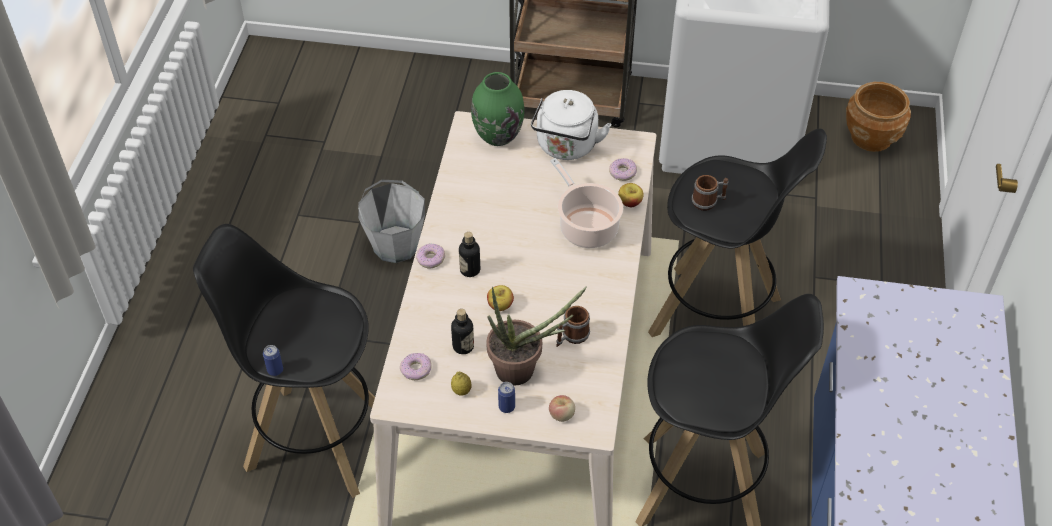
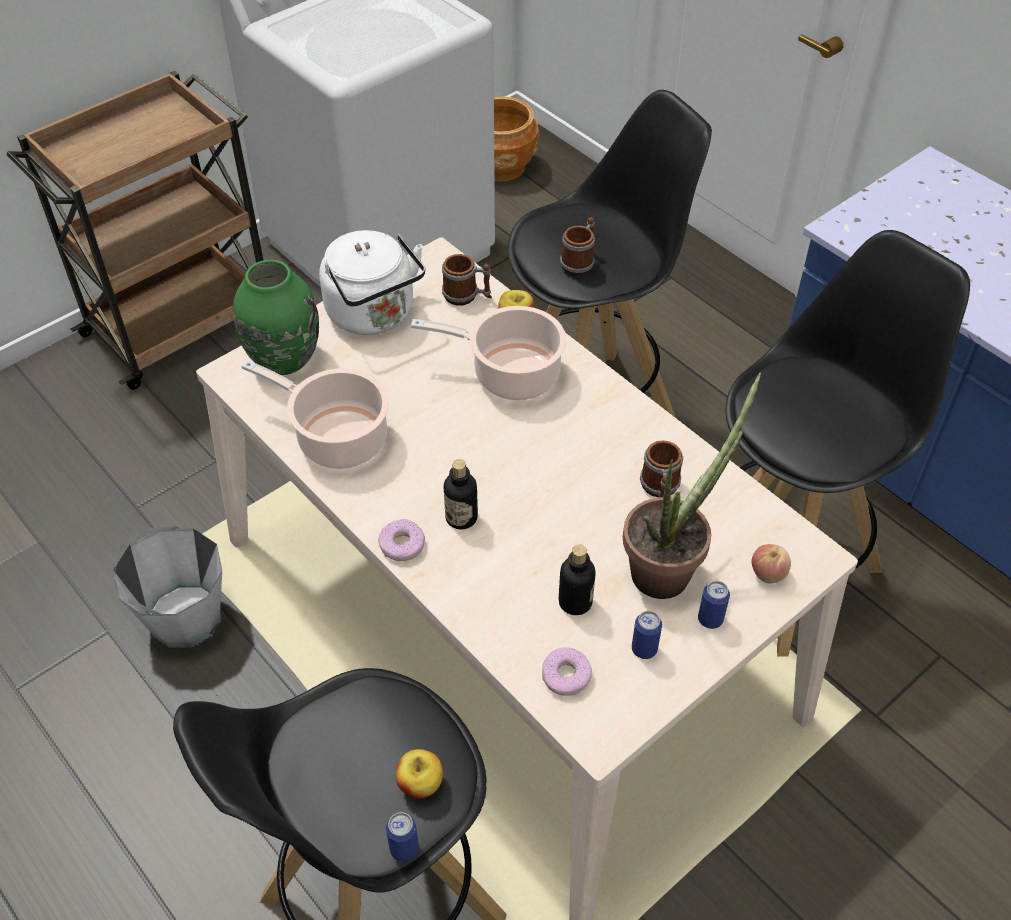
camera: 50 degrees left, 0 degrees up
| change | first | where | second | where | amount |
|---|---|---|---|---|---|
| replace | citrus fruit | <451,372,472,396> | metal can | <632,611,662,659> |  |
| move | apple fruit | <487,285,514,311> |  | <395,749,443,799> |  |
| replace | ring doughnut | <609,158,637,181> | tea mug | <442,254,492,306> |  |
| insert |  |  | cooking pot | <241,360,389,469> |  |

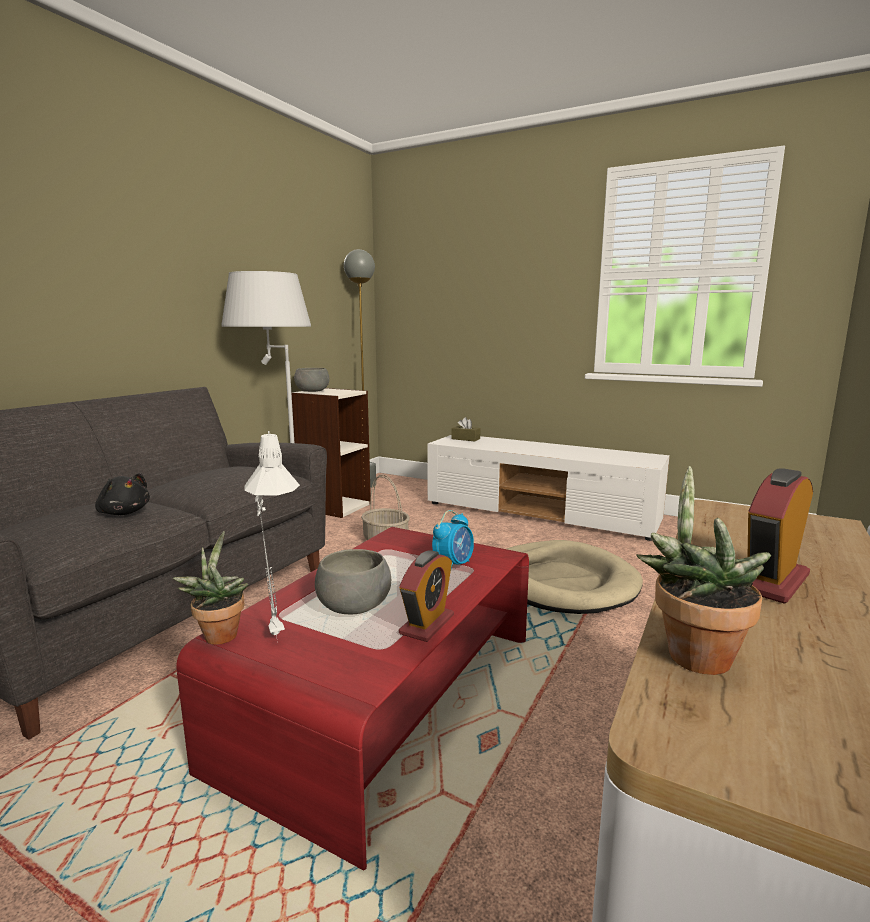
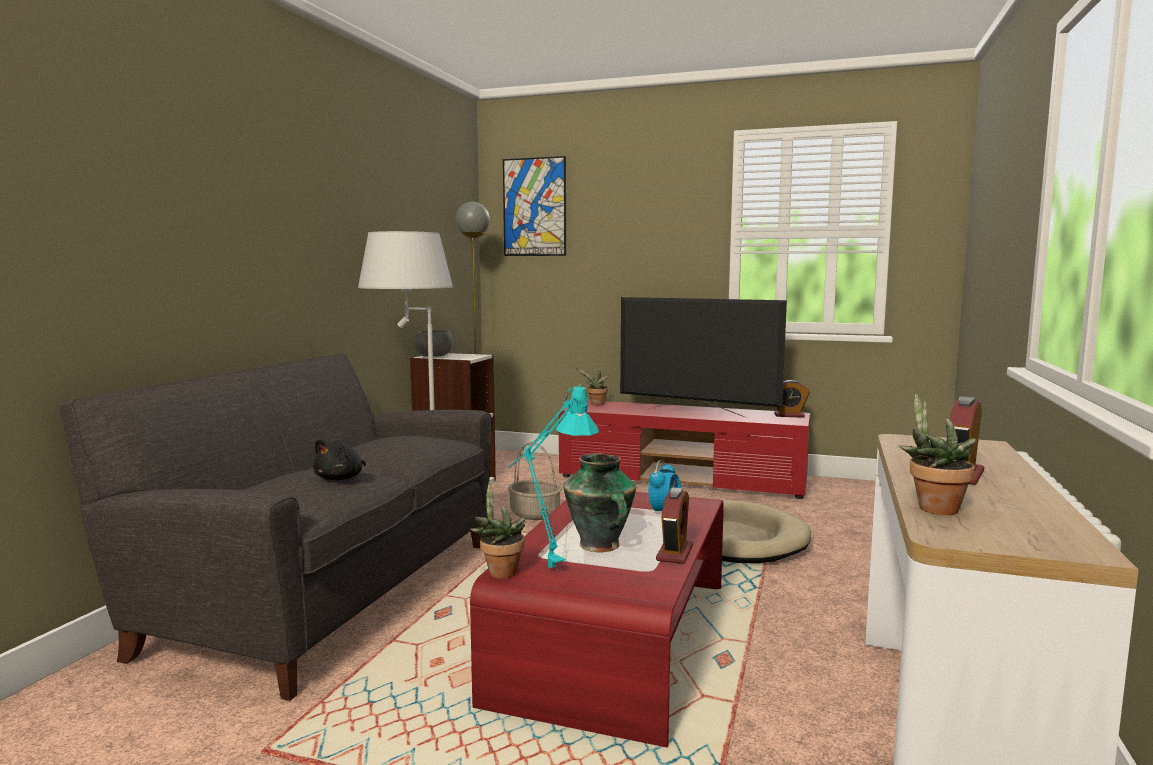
camera: 10 degrees left, 5 degrees down
| change | first | where | second | where | amount |
|---|---|---|---|---|---|
| rotate | cuddly toy in black | <95,473,150,515> |  | <313,439,366,480> | 90 degrees clockwise |
| recolor | table lamp in whitish | <244,431,300,636> | table lamp in blue-green | <509,384,599,570> |  |
| replace | bowl in grey | <315,549,391,614> | flower vase | <563,453,636,552> |  |
| recolor | media console in whitish | <427,435,670,541> | media console in red-coloured | <559,400,810,499> |  |
| replace | box of tissues in brownish | <451,417,480,441> | potted plant | <576,368,610,405> |  |
| insert |  |  | wall art | <503,156,566,256> |  |
| insert |  |  | TV | <620,297,787,418> |  |
| insert |  |  | bedside clock | <774,380,810,418> |  |

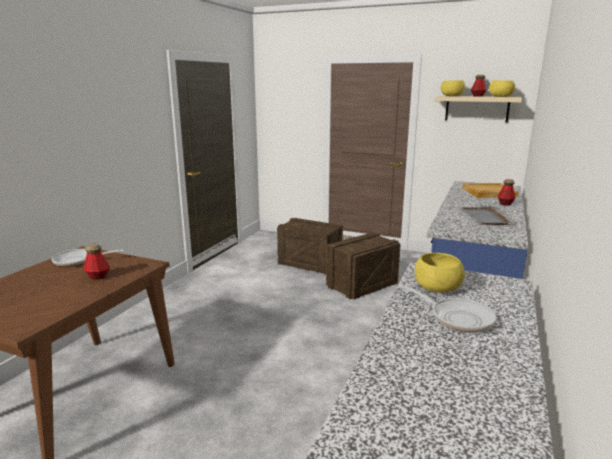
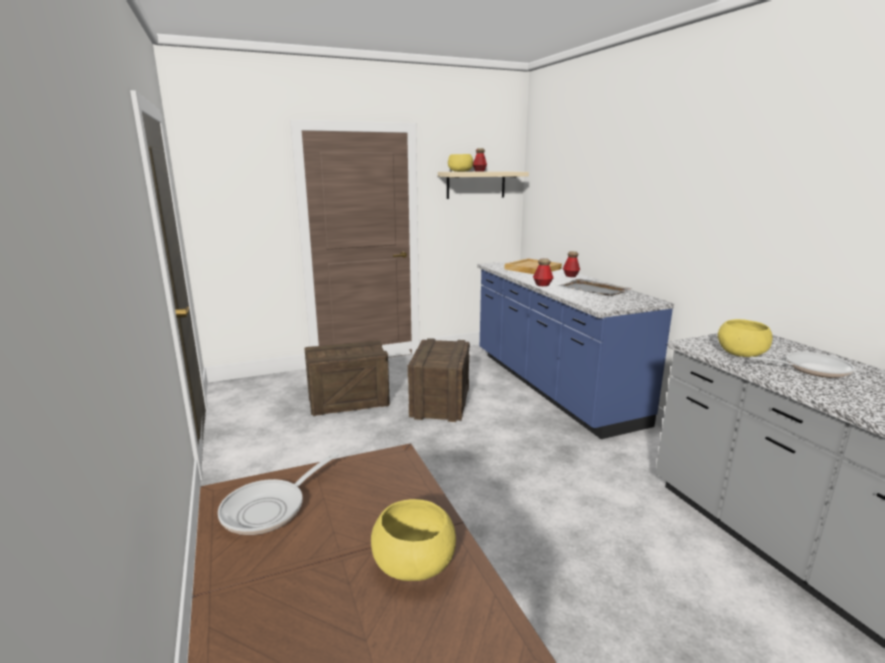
camera: 45 degrees left, 0 degrees up
| change | first | where | second | where | amount |
|---|---|---|---|---|---|
| move | bottle | <83,244,110,280> |  | <533,258,553,286> |  |
| move | bowl in yellow | <489,80,515,97> |  | <371,499,456,581> |  |

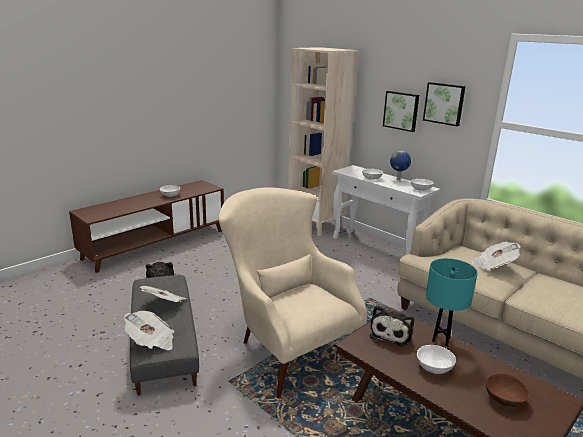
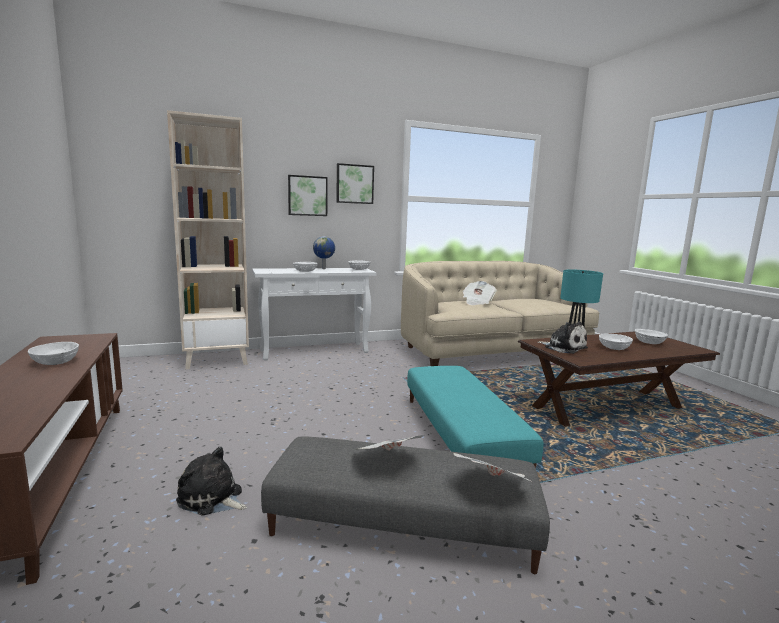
camera: 65 degrees left, 10 degrees down
| change | first | where | second | where | amount |
|---|---|---|---|---|---|
| replace | armchair in beige | <218,187,367,399> | pouffe in blue-green | <407,366,544,468> |  |
| recolor | bowl in brownish | <486,373,530,407> | bowl in whitish | <635,329,668,344> |  |

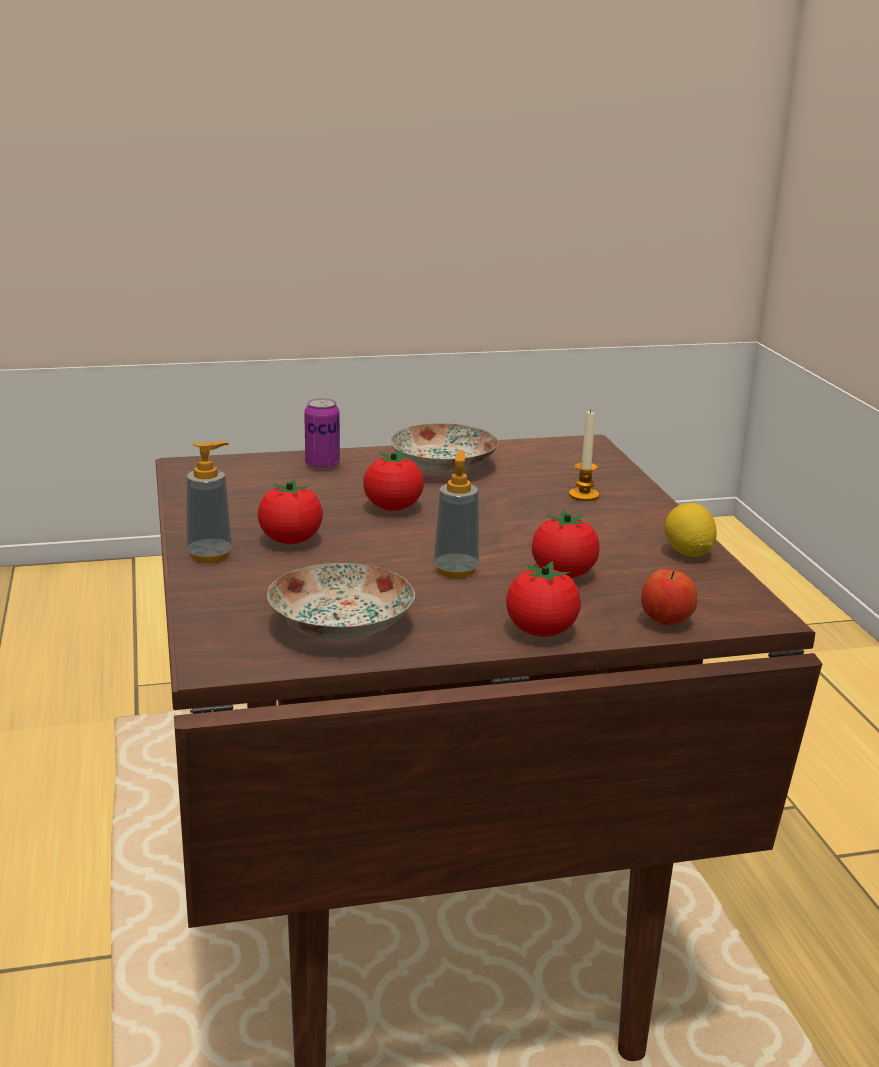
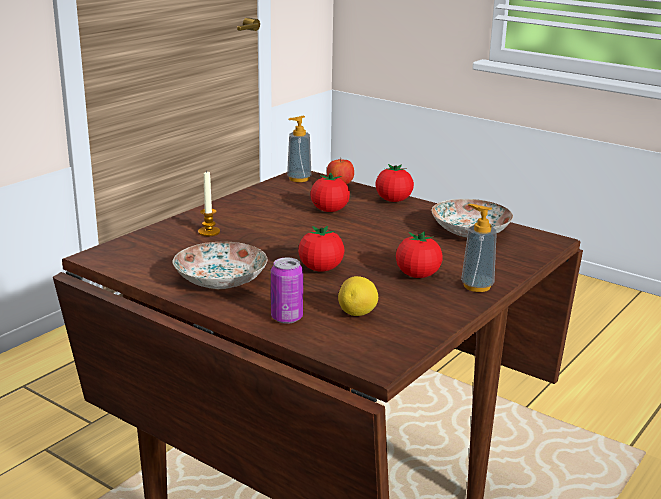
camera: 130 degrees left, 0 degrees up
| change | first | where | second | where | amount |
|---|---|---|---|---|---|
| move | liquid soap bottle | <433,450,480,578> |  | <287,116,311,182> |  |
| move | citrus fruit | <664,503,717,557> |  | <338,276,378,316> |  |

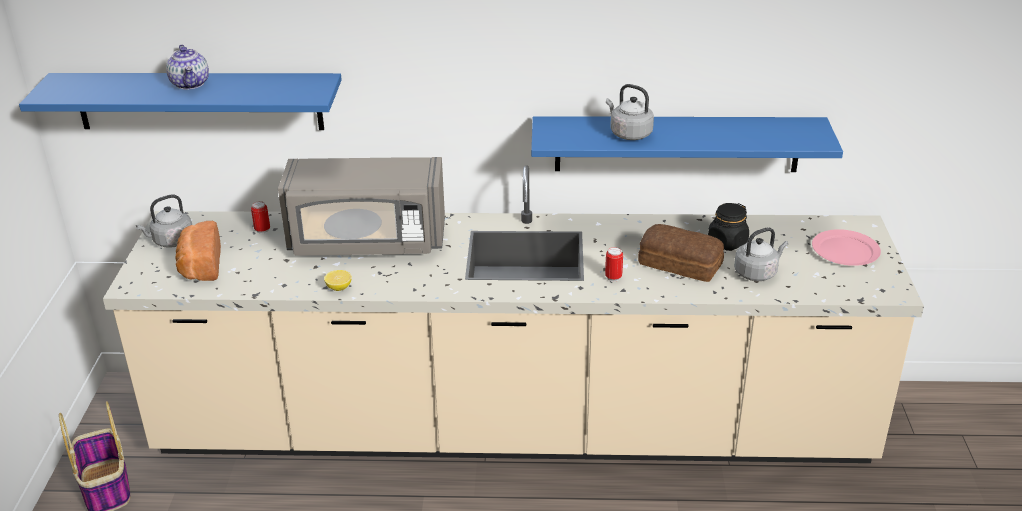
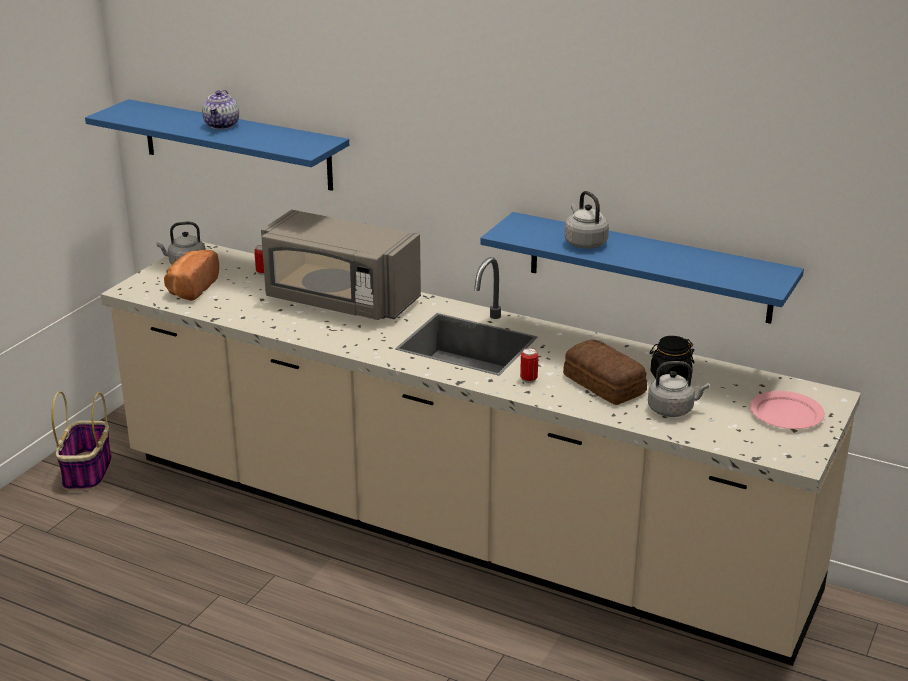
camera: 25 degrees right, 5 degrees down
| change | first | where | second | where | amount |
|---|---|---|---|---|---|
| delete | citrus fruit | <324,270,352,291> |  |  |  |

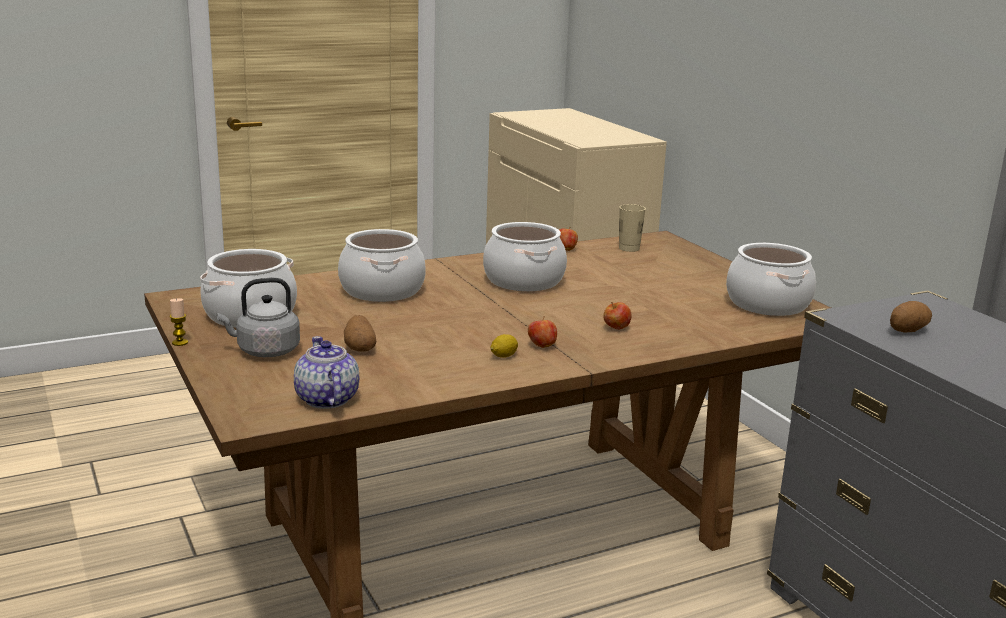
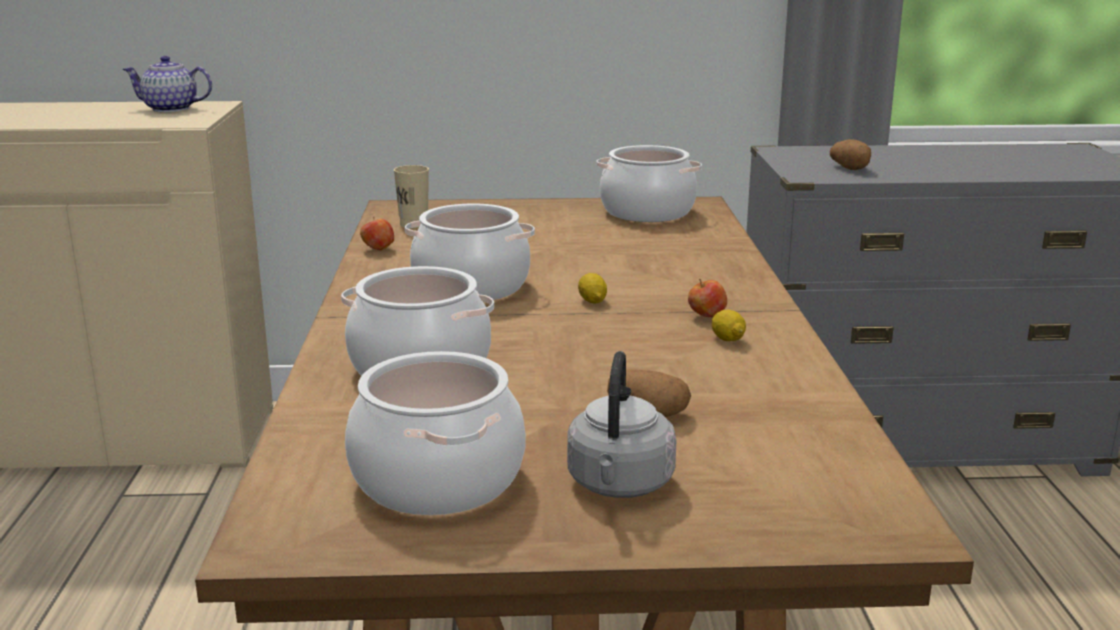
camera: 65 degrees left, 0 degrees up
| change | first | where | second | where | amount |
|---|---|---|---|---|---|
| delete | candle | <170,298,188,346> |  |  |  |
| move | teapot | <294,336,359,409> |  | <123,56,212,112> |  |
| delete | apple fruit | <603,302,632,329> |  |  |  |
| insert |  |  | citrus fruit | <578,273,607,304> |  |

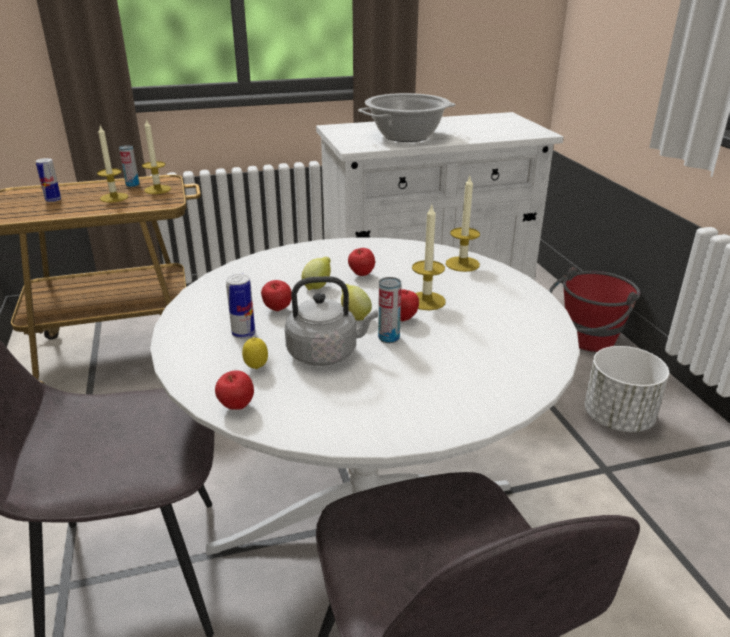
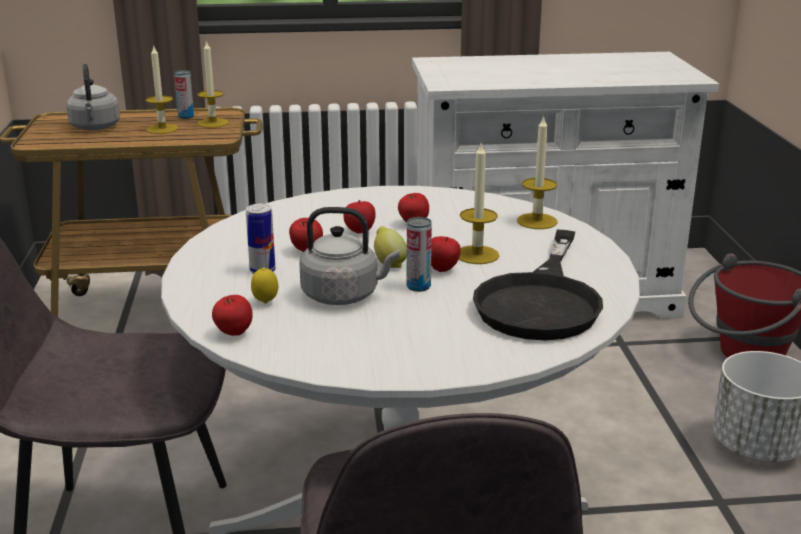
camera: 10 degrees right, 5 degrees down
| change | first | where | second | where | amount |
|---|---|---|---|---|---|
| replace | metal can | <36,158,61,202> | kettle in grey | <66,64,120,130> |  |
| replace | citrus fruit | <301,257,331,290> | apple fruit | <343,200,376,234> |  |
| delete | cooking pot | <358,93,455,142> |  |  |  |
| insert |  |  | pan in black | <473,230,603,341> |  |

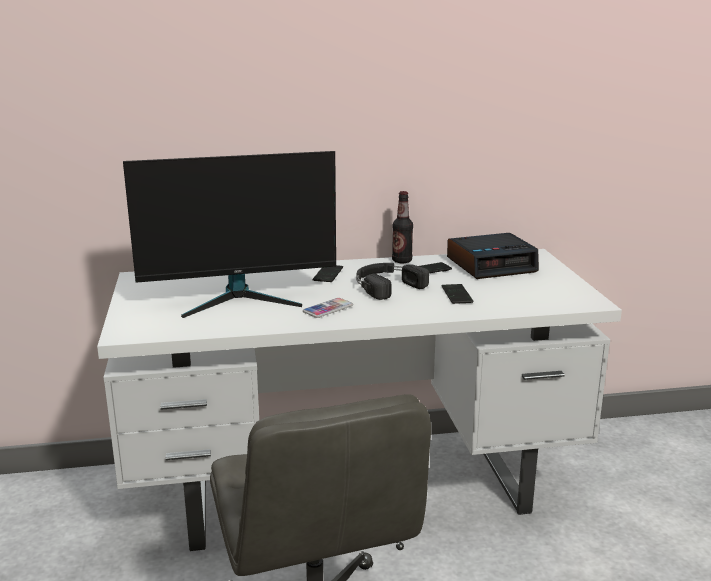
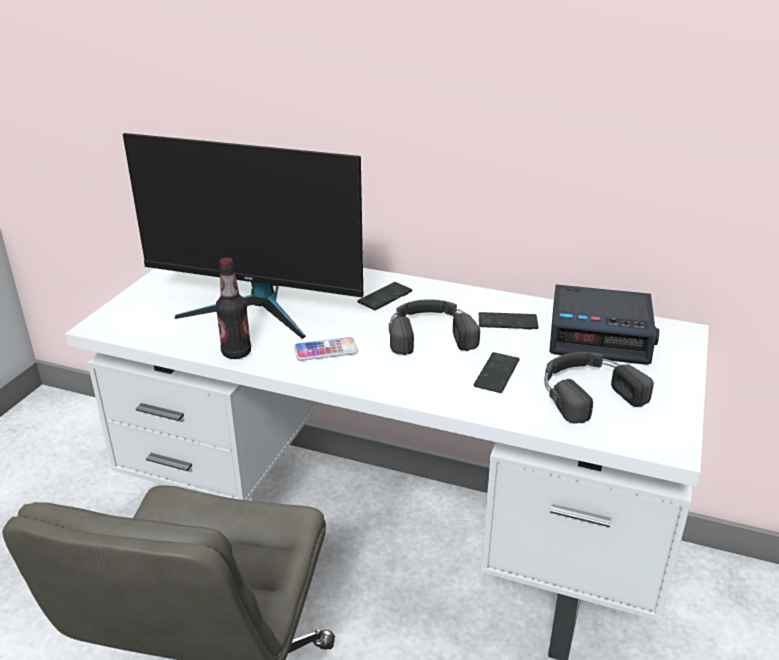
camera: 30 degrees right, 10 degrees up
| change | first | where | second | where | amount |
|---|---|---|---|---|---|
| move | bottle | <392,191,413,263> |  | <216,258,251,359> |  |
| insert |  |  | headphones in black | <544,352,654,424> |  |

